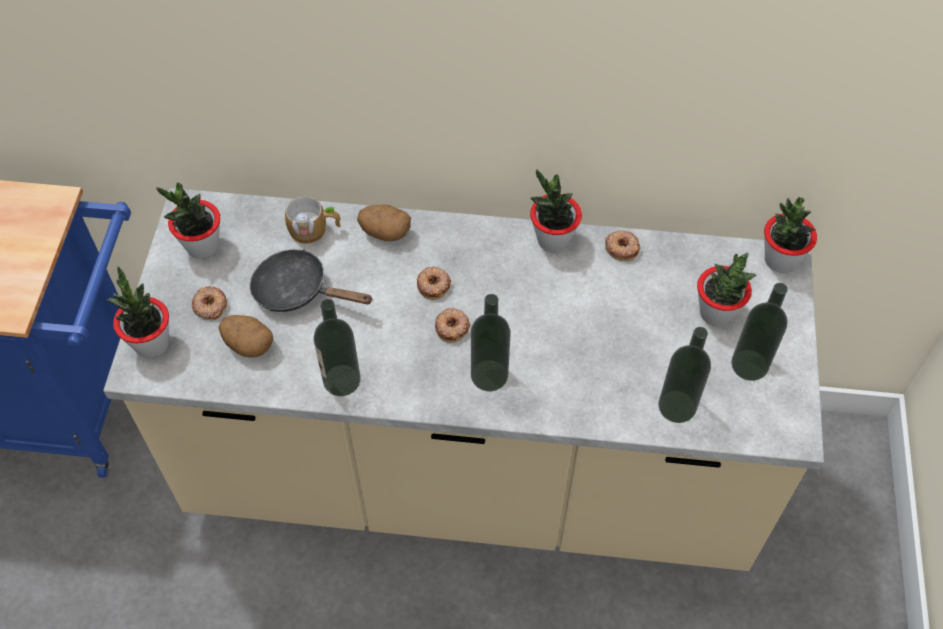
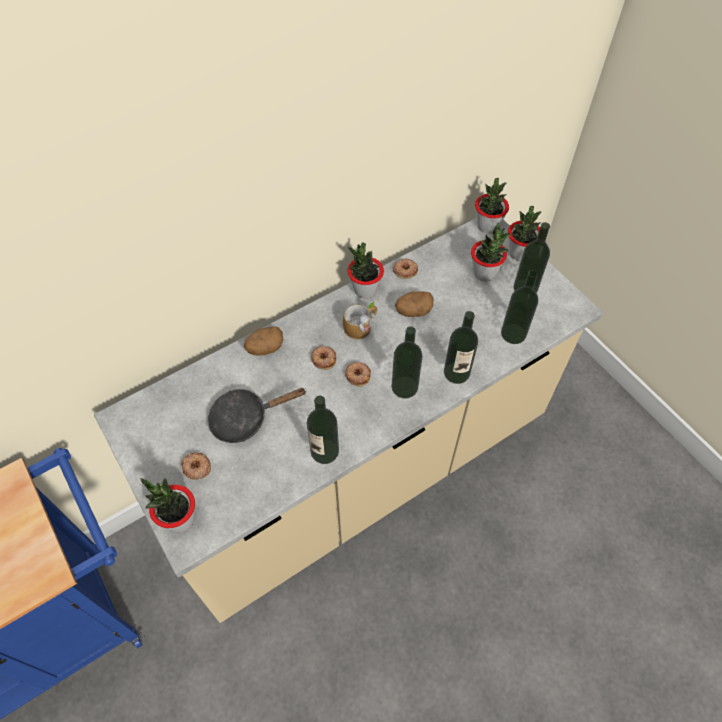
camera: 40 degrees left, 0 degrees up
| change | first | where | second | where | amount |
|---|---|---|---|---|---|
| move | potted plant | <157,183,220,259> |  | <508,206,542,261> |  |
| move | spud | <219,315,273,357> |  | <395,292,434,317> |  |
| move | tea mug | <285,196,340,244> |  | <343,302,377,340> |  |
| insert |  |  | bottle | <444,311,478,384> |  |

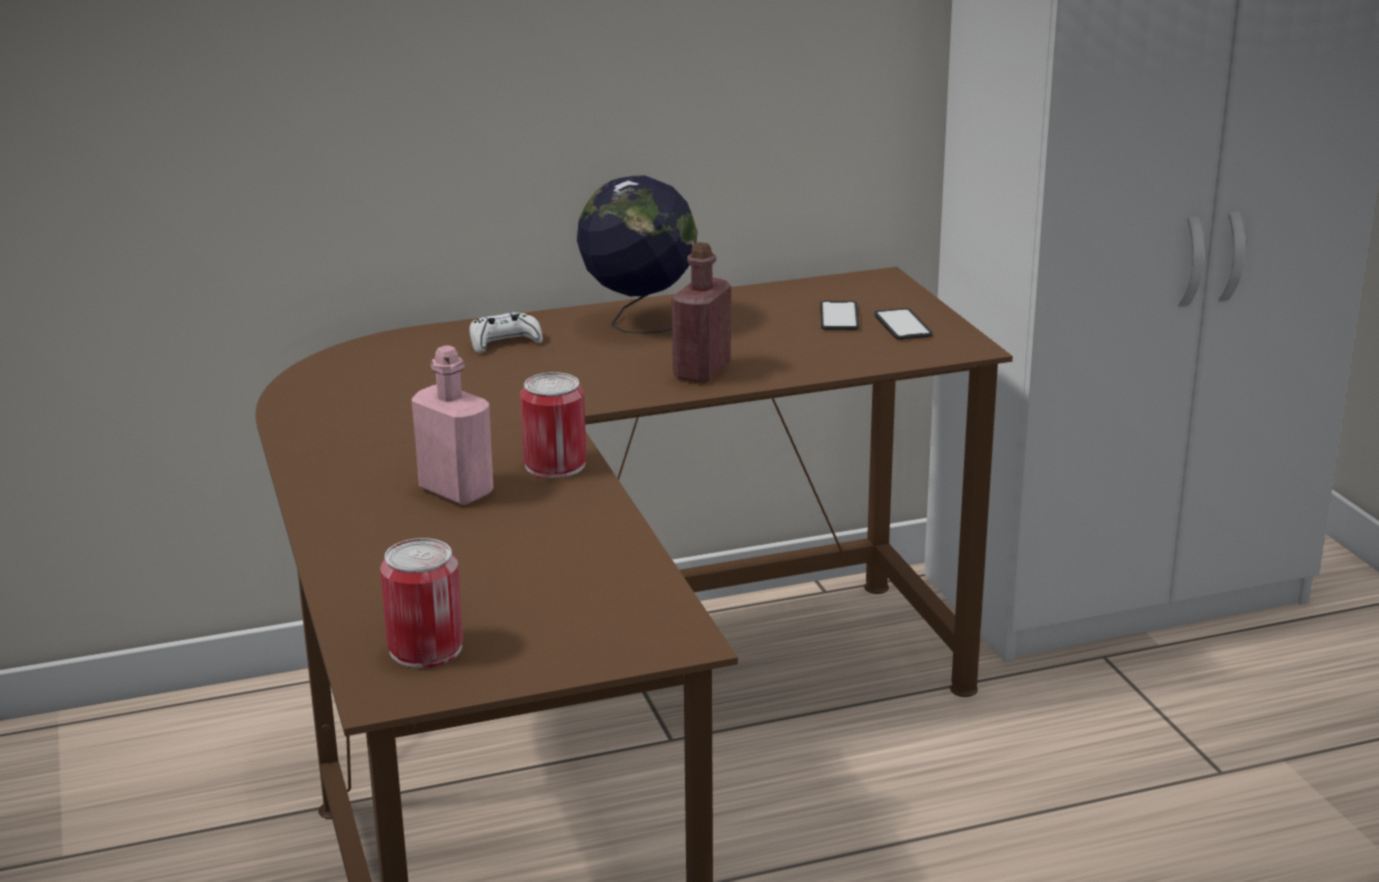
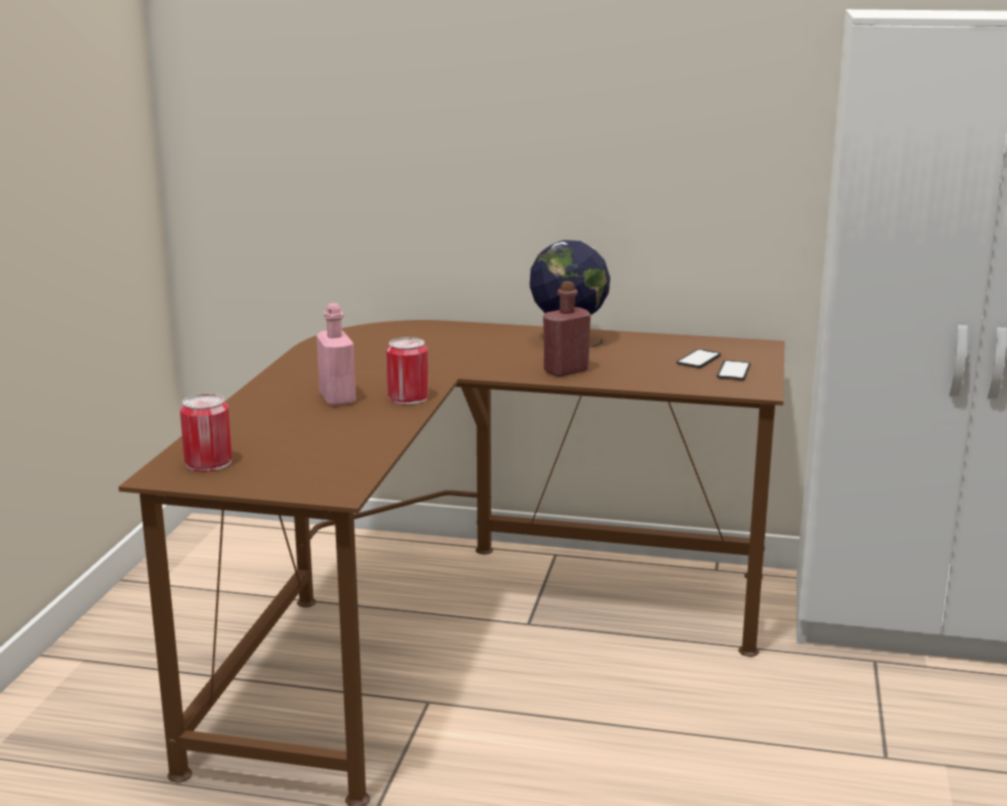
camera: 30 degrees right, 5 degrees down
| change | first | where | second | where | amount |
|---|---|---|---|---|---|
| delete | gamepad in whitish | <469,312,543,353> |  |  |  |

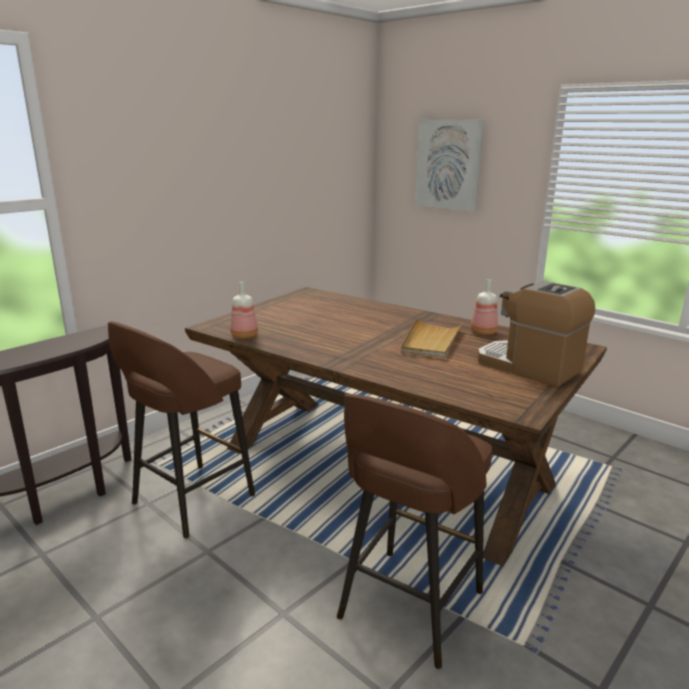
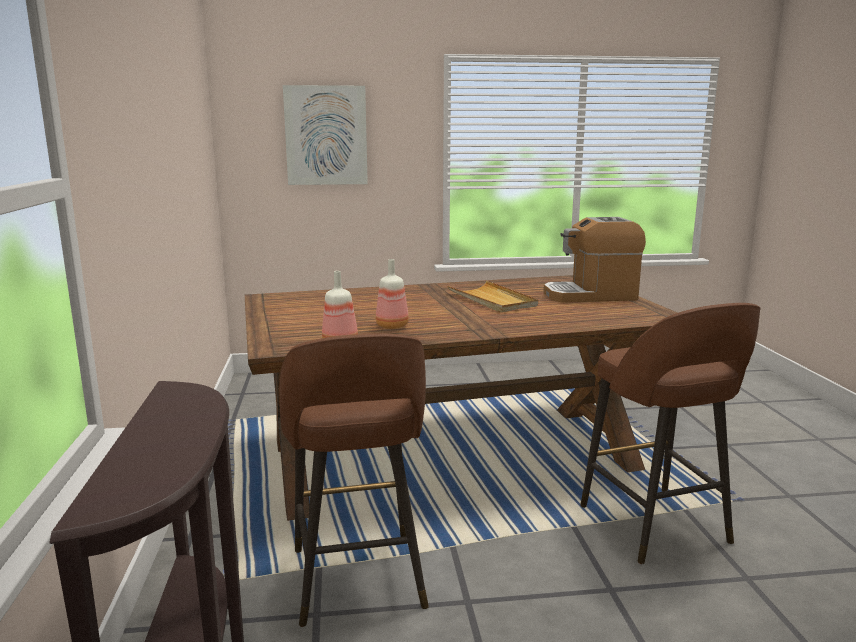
camera: 50 degrees left, 5 degrees down
| change | first | where | second | where | amount |
|---|---|---|---|---|---|
| move | bottle | <471,279,498,335> |  | <376,259,409,329> |  |

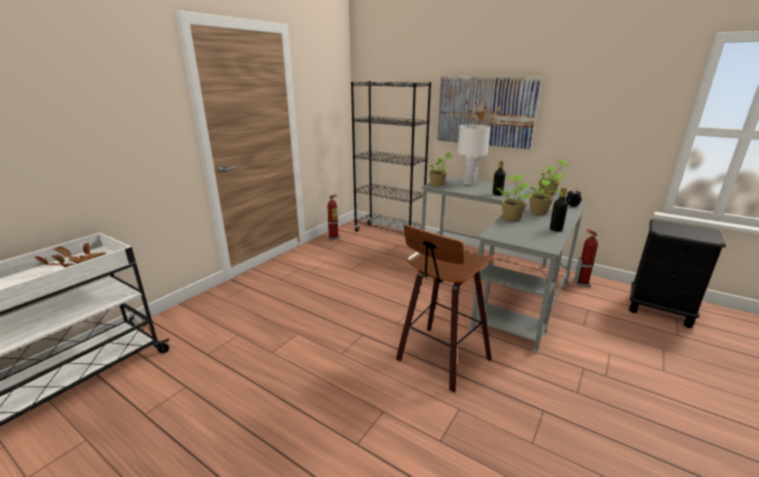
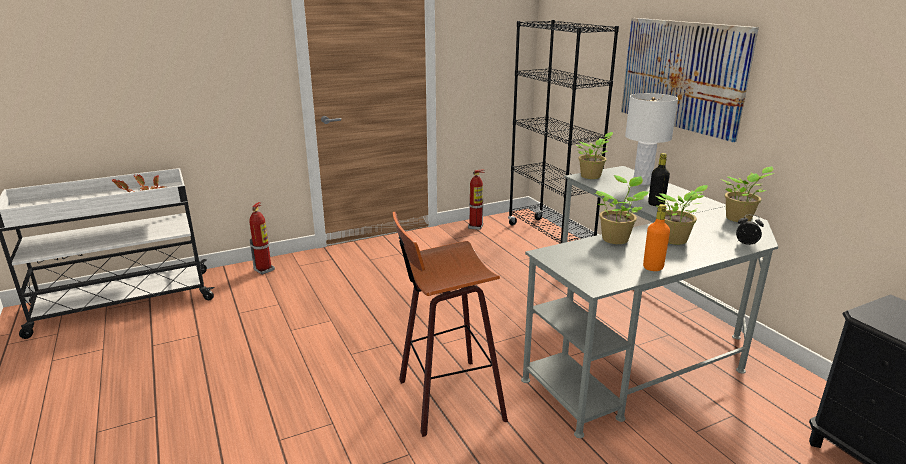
camera: 30 degrees right, 0 degrees up
| change | first | where | second | where | amount |
|---|---|---|---|---|---|
| recolor | bottle in black | <550,187,568,232> | bottle in orange-coloured | <643,204,670,271> |  |
| move | extinguisher | <574,229,598,287> |  | <249,202,275,275> |  |

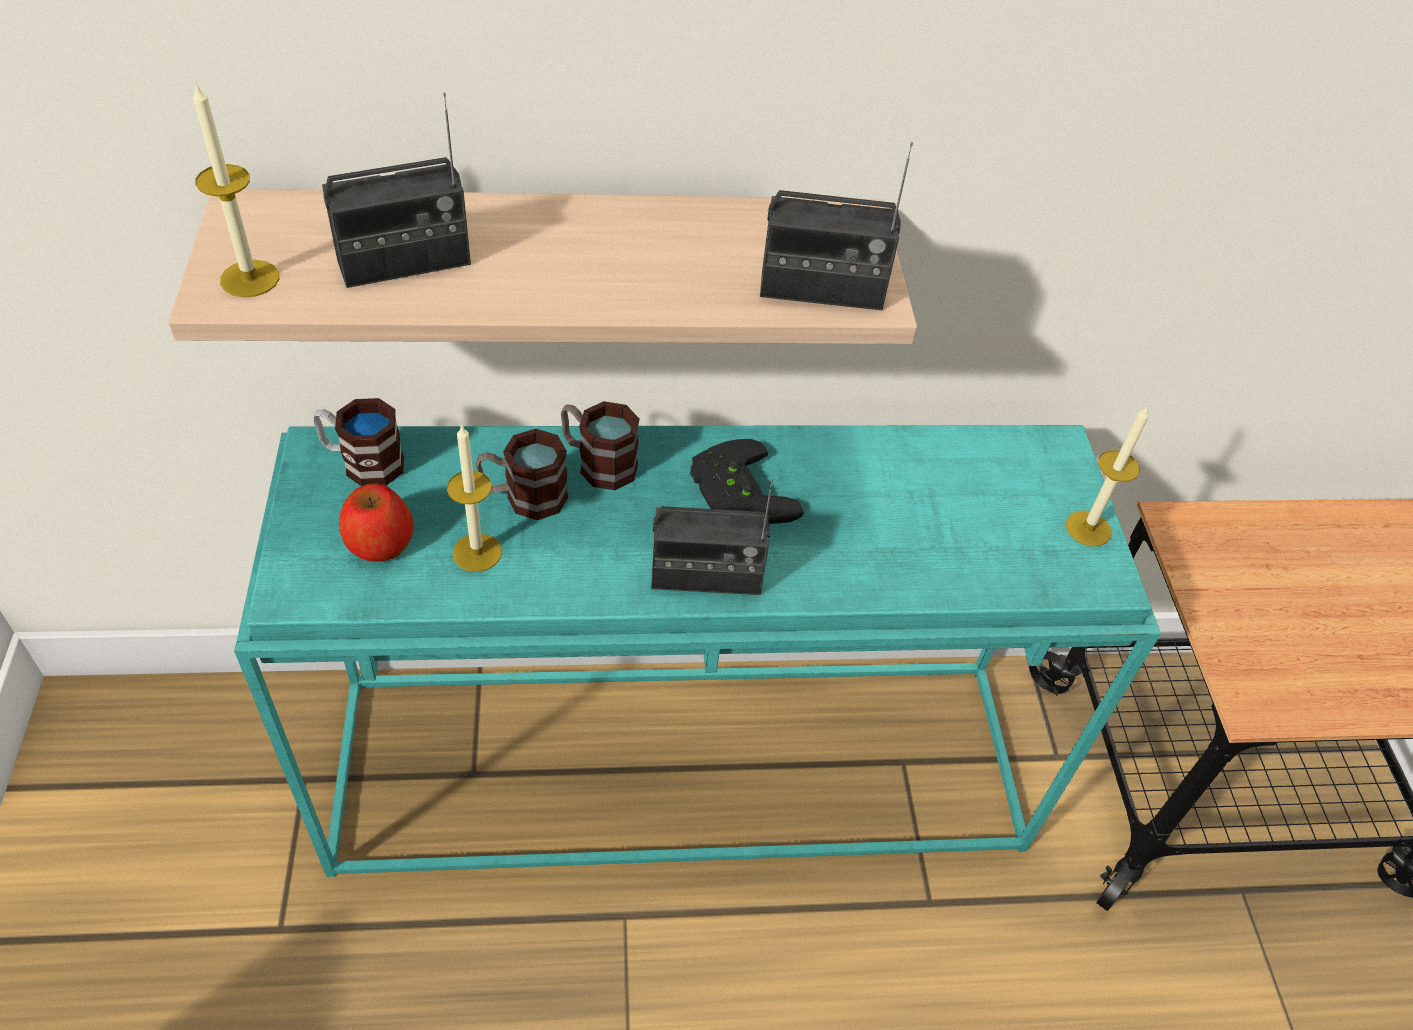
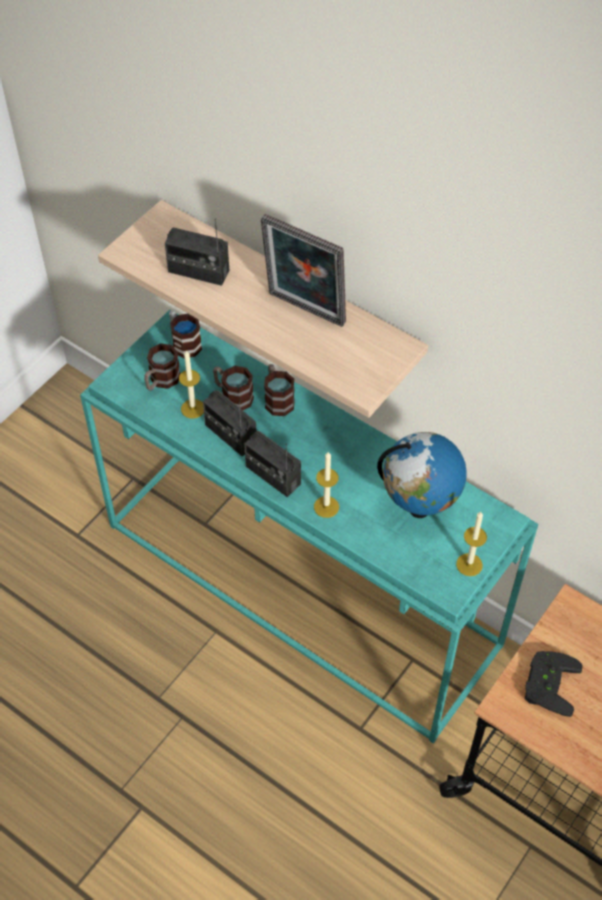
camera: 45 degrees right, 5 degrees up
| change | first | where | second | where | amount |
|---|---|---|---|---|---|
| move | candle | <193,82,279,298> |  | <314,452,339,518> |  |
| replace | apple fruit | <339,483,414,562> | tea mug | <144,343,181,391> |  |
| move | gamepad in black | <690,439,804,524> |  | <525,651,582,717> |  |
| move | radio receiver | <760,142,913,310> |  | <203,390,256,456> |  |
| insert |  |  | picture frame | <261,214,346,327> |  |
| insert |  |  | world globe | <377,432,467,518> |  |

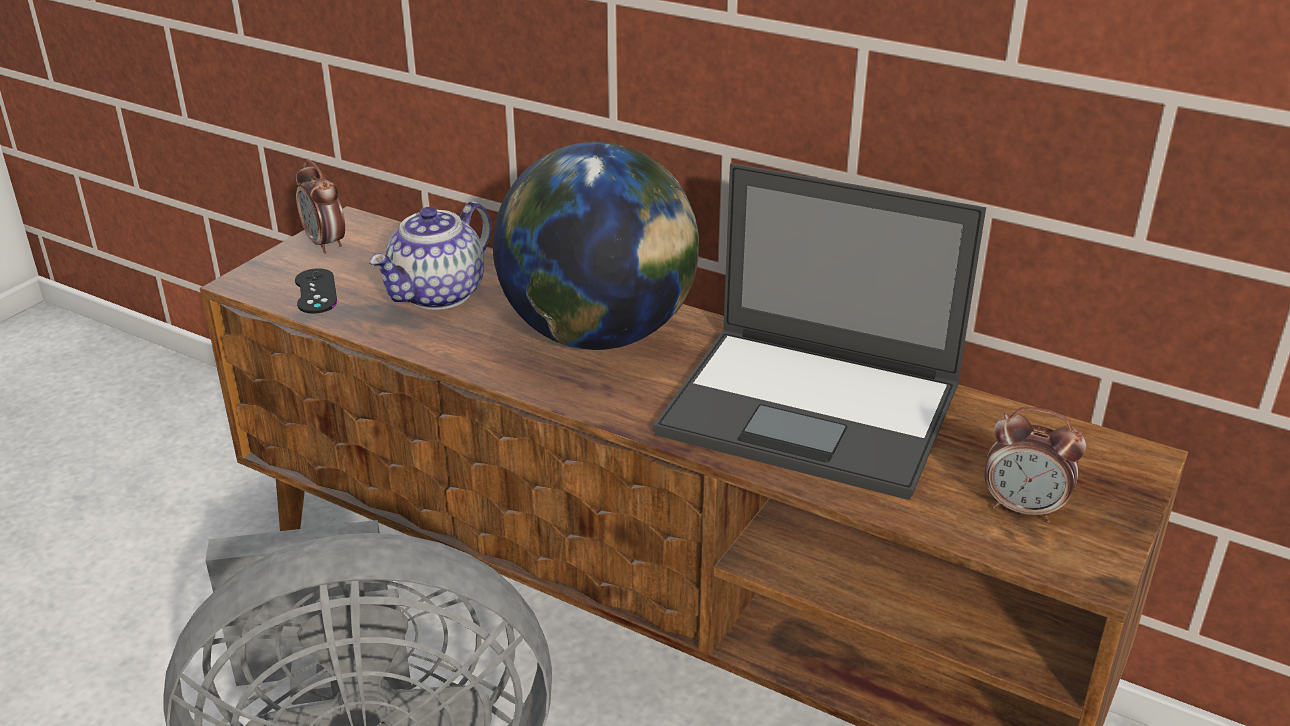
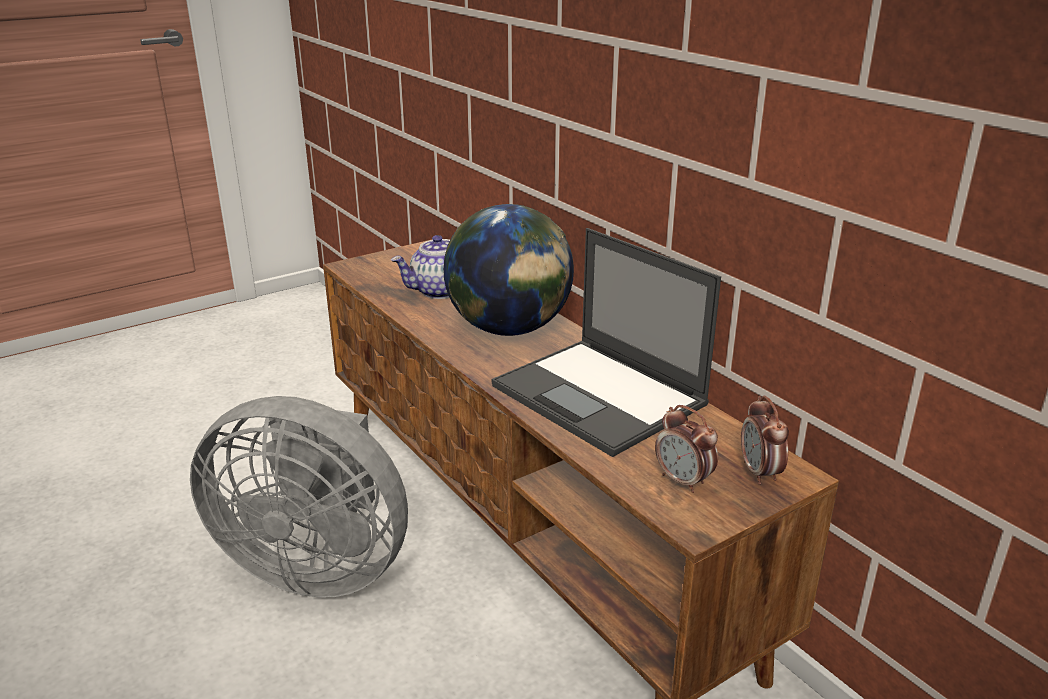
camera: 25 degrees right, 5 degrees down
| change | first | where | second | where | amount |
|---|---|---|---|---|---|
| delete | gamepad in black | <295,268,337,314> |  |  |  |
| move | bedside clock | <296,160,345,254> |  | <741,396,789,485> |  |

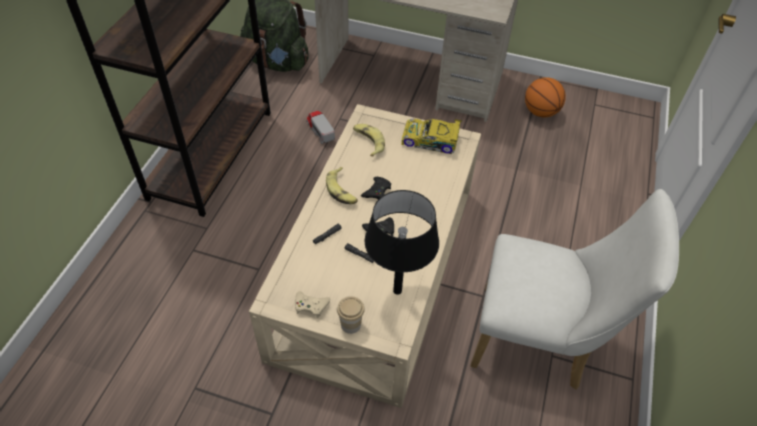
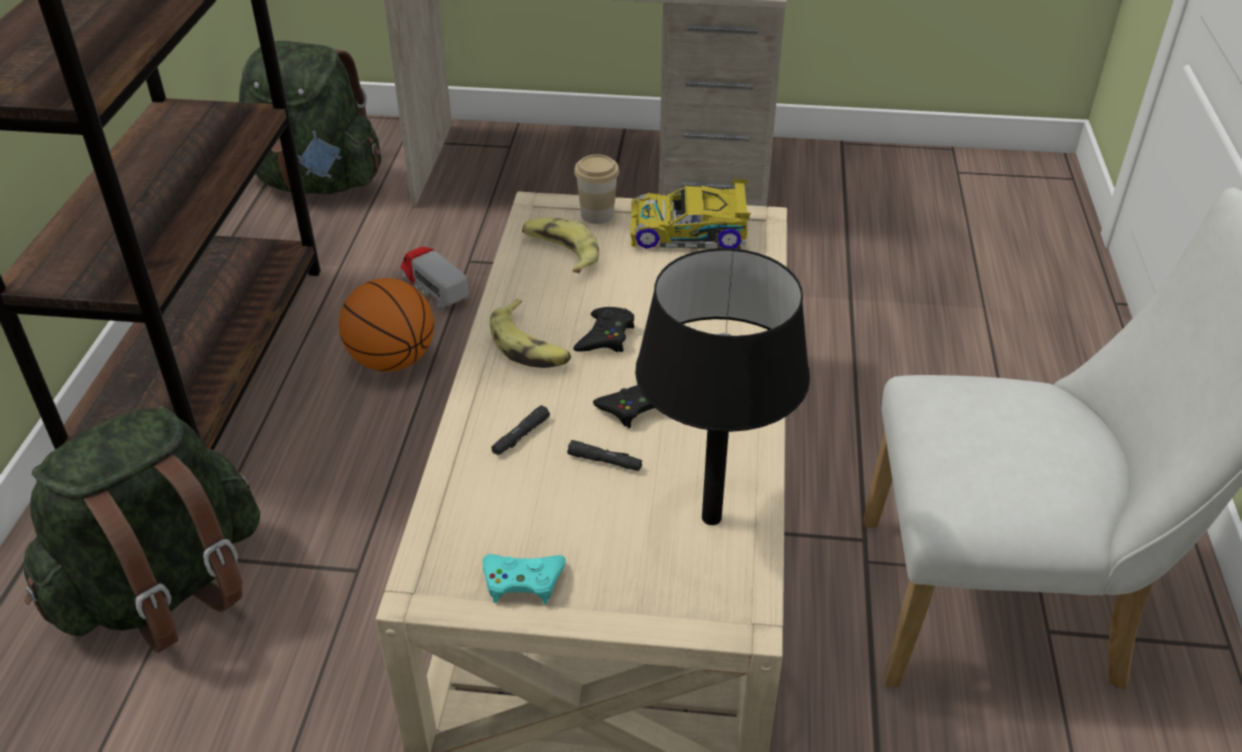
camera: 10 degrees left, 10 degrees down
| change | first | where | second | where | amount |
|---|---|---|---|---|---|
| recolor | gamepad in beige | <295,291,331,318> | gamepad in blue-green | <483,554,566,604> |  |
| move | drinking cup | <337,296,365,334> |  | <574,154,619,224> |  |
| move | basketball | <525,77,566,117> |  | <339,278,434,372> |  |
| insert |  |  | knapsack in green-coloured | <24,406,260,653> |  |

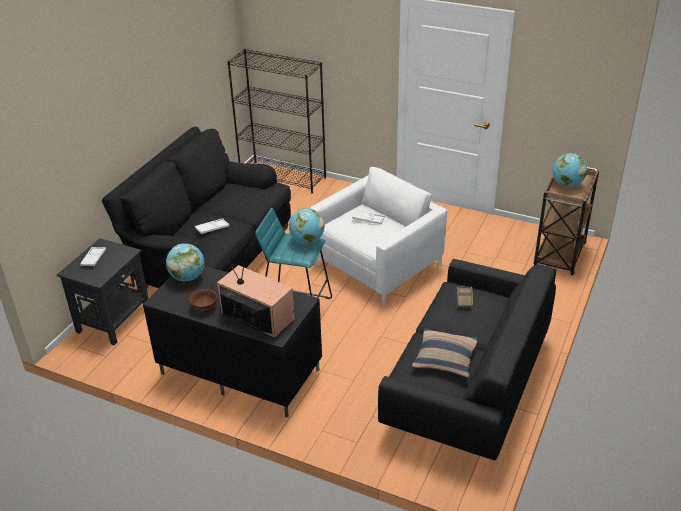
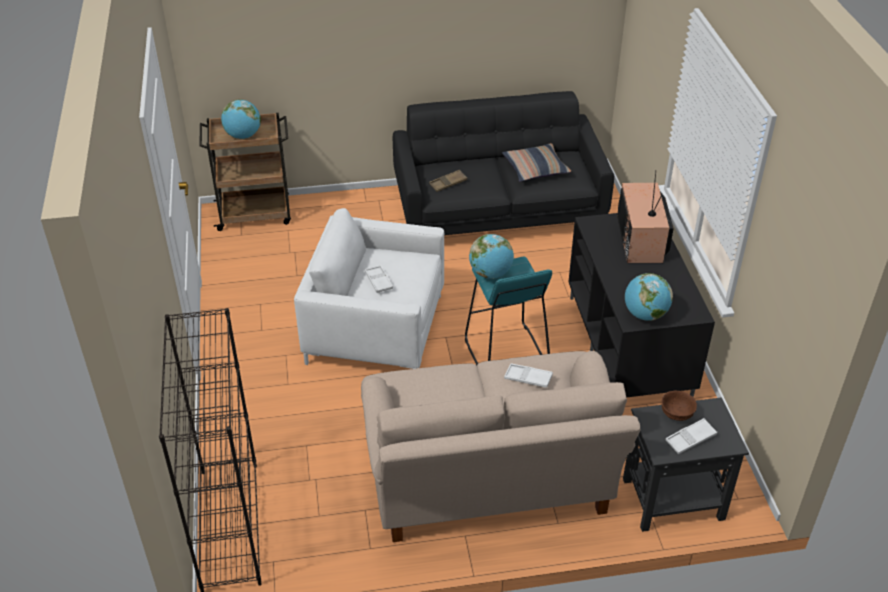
camera: 125 degrees left, 5 degrees up
| change | first | where | second | where | amount |
|---|---|---|---|---|---|
| recolor | settee in black | <102,127,291,288> | settee in beige | <361,351,640,542> |  |
| move | bowl in brownish | <189,289,217,312> |  | <661,391,697,421> |  |

